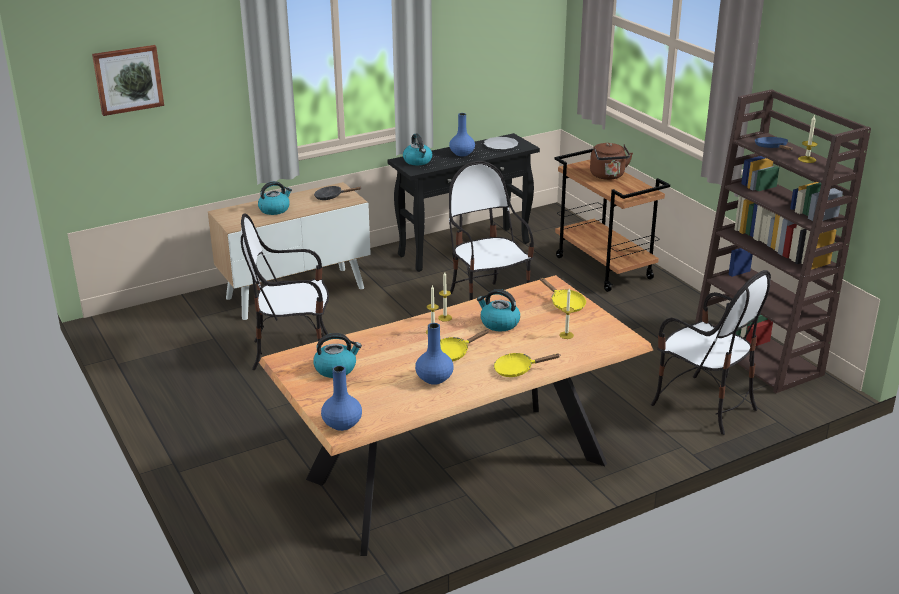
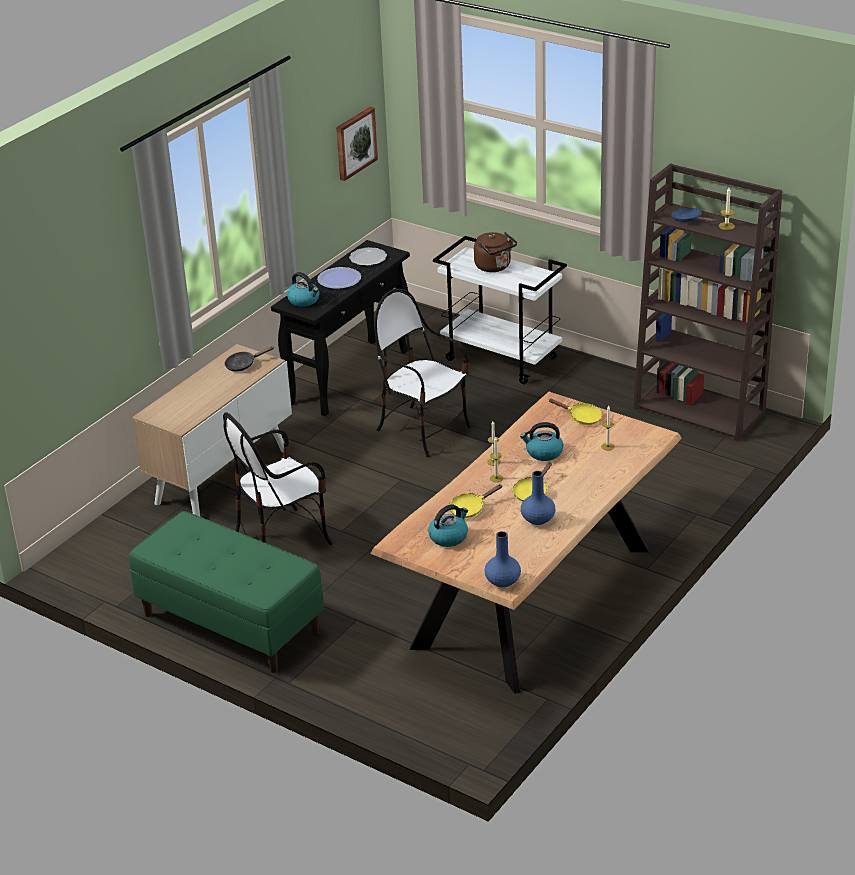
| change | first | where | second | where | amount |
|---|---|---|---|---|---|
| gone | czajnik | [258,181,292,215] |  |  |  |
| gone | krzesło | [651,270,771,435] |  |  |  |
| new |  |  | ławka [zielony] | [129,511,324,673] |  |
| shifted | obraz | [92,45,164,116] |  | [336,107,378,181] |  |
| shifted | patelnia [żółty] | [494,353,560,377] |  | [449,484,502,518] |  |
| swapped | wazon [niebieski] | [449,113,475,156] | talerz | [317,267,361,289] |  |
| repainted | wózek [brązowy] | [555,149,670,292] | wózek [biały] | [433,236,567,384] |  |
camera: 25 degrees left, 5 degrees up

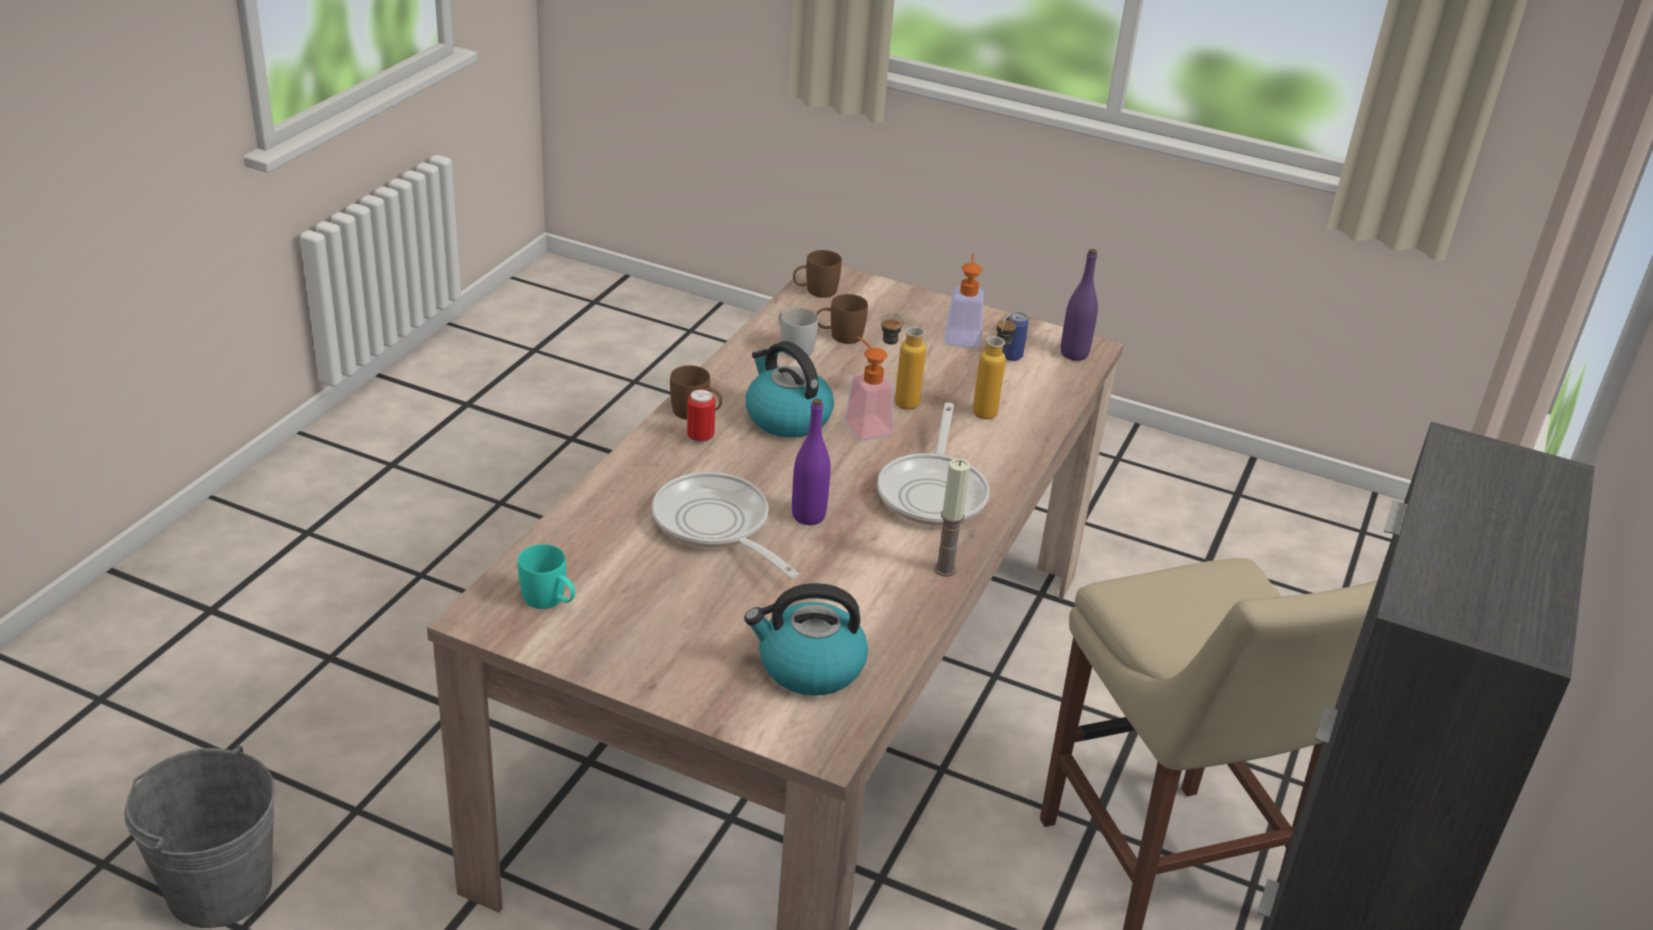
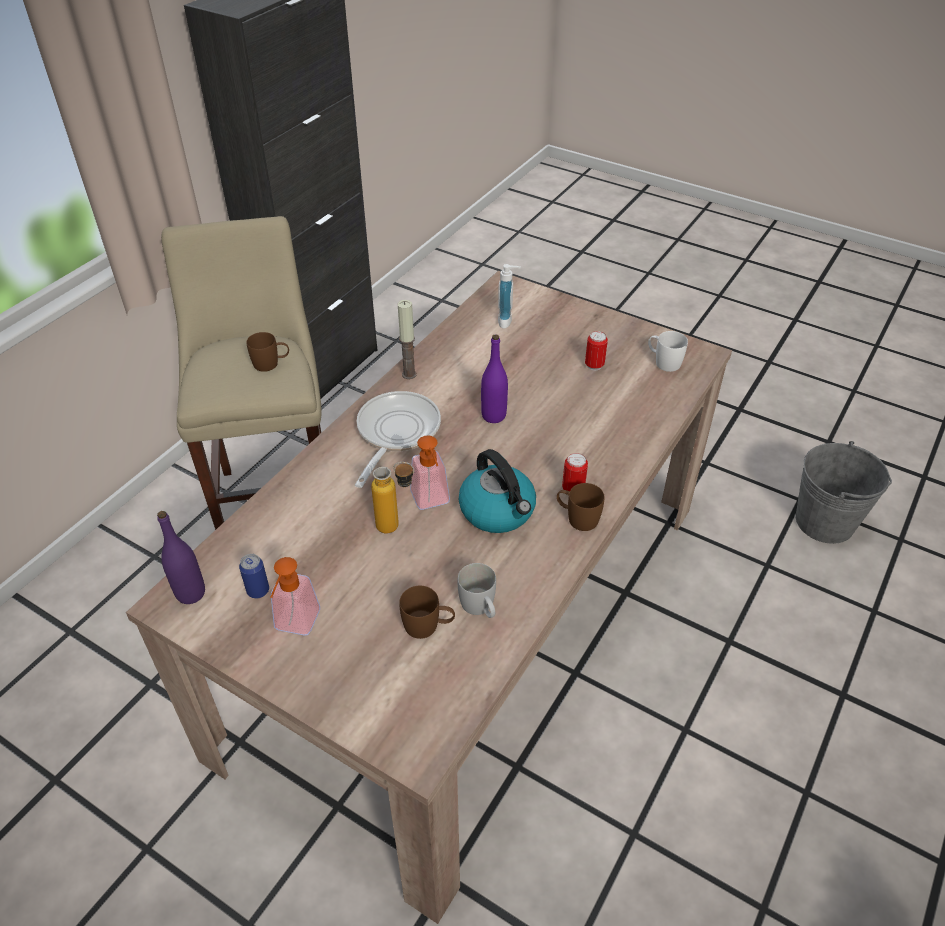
| change | first | where | second | where | amount |
|---|---|---|---|---|---|
| gone | patelnia | [652,472,799,579] |  |  |  |
| gone | butelka | [973,314,1016,419] |  |  |  |
| new |  |  | puszka | [585,331,608,371] |  |
| shifted | kubek [brązowy] | [793,250,842,298] |  | [246,332,289,372] |  |
| swapped | czajnik | [744,583,868,696] | dozownik mydła | [498,264,521,329] |  |
| repainted | kubek [turkusowy] | [518,544,575,609] | kubek [biały] | [648,331,688,372] |  |
camera: 170 degrees left, 10 degrees up

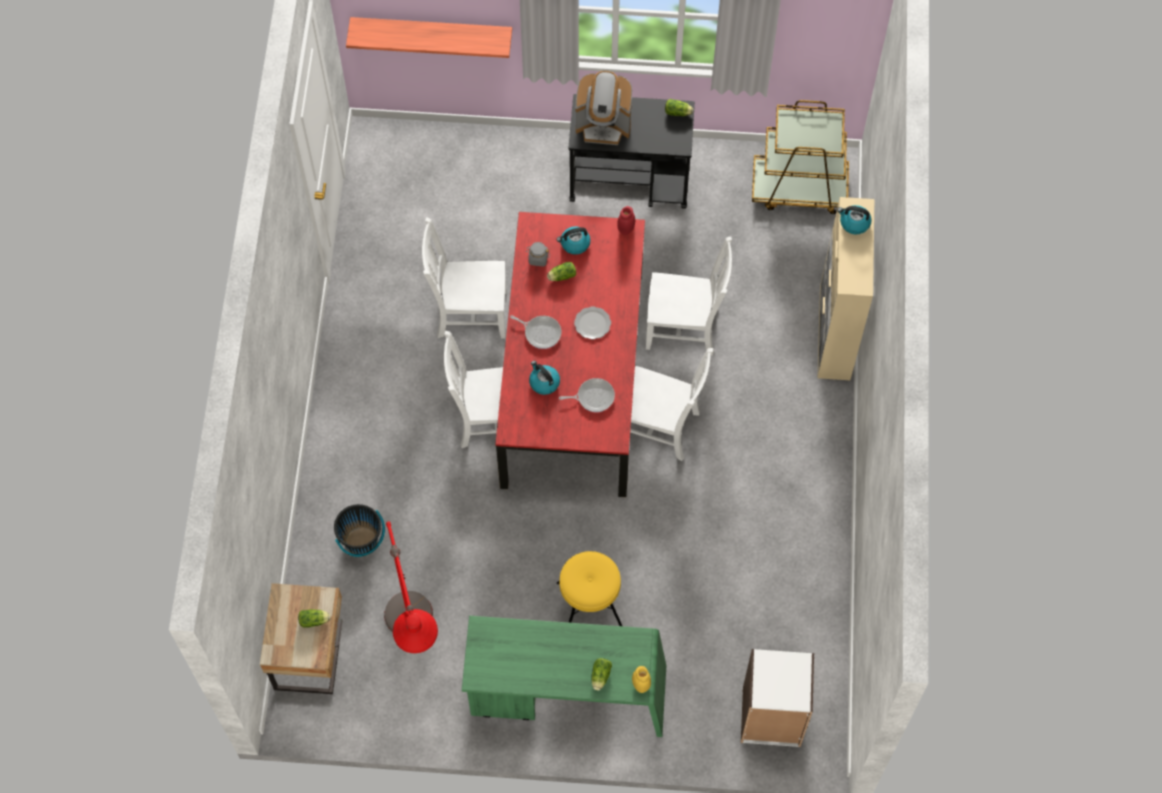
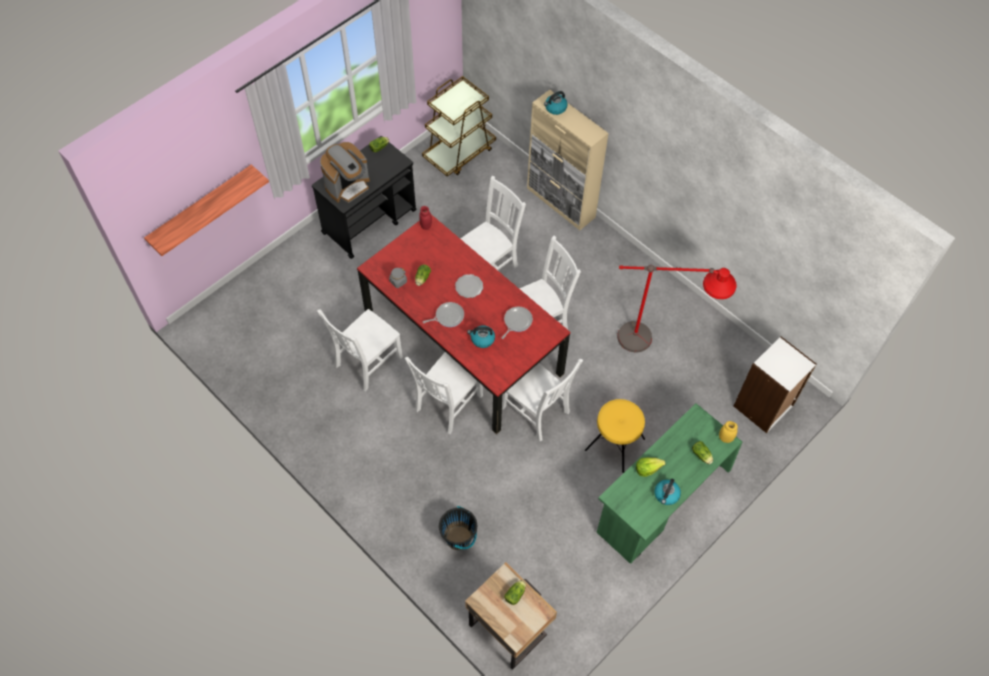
| change | first | where | second | where | amount |
|---|---|---|---|---|---|
| new |  |  | krzesło [biały] | [502,359,583,441] |  |
| new |  |  | sałata | [636,457,665,477] |  |
| shifted | lampa stojąca [czerwony] | [384,521,438,653] |  | [617,265,737,352] |  |
| shifted | czajnik | [557,226,591,255] |  | [654,478,681,505] |  |
camera: 50 degrees left, 5 degrees down

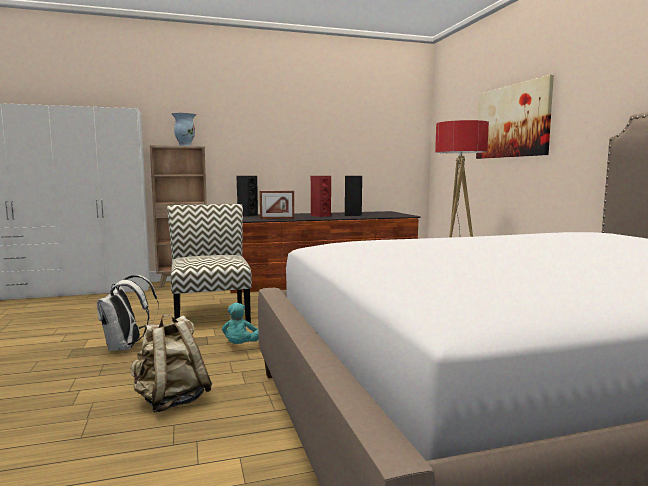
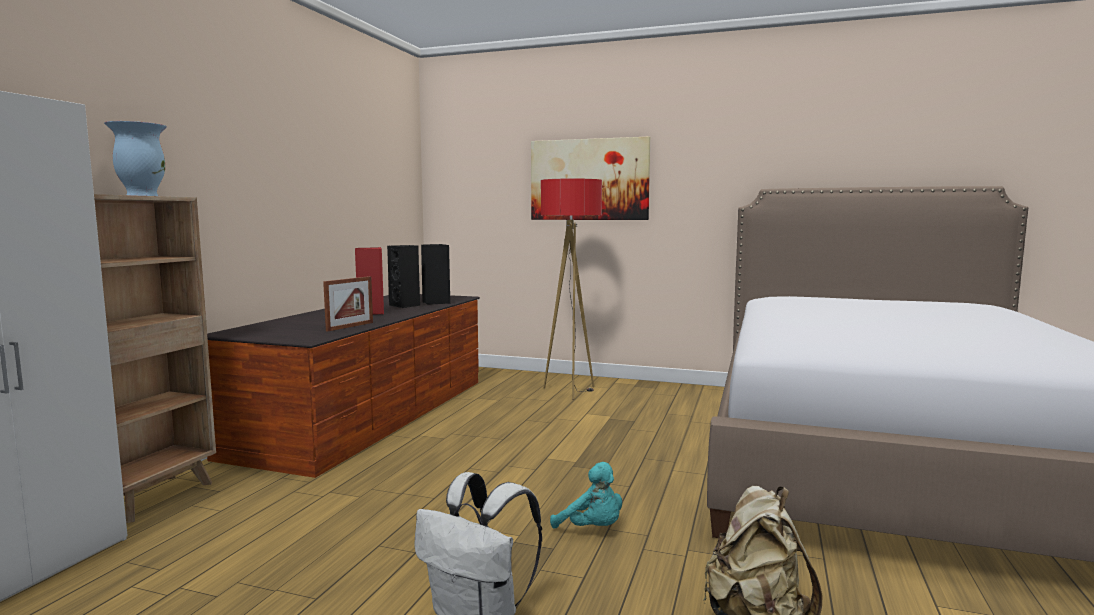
| change | first | where | second | where | amount |
|---|---|---|---|---|---|
| gone | krzesło | [167,204,252,323] |  |  |  |
| shifted | głośnik [czarny] | [236,176,258,217] |  | [421,244,450,305] |  |
camera: 55 degrees left, 0 degrees up

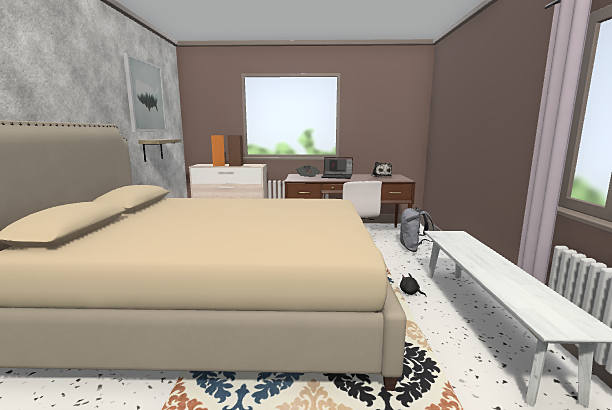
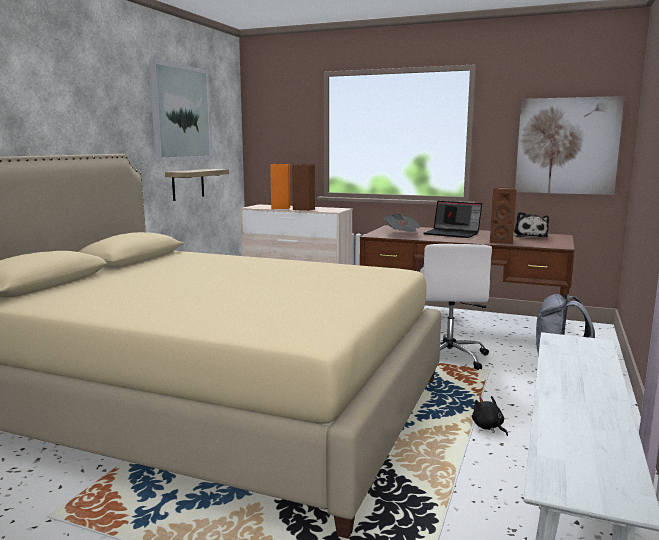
| change | first | where | second | where | amount |
|---|---|---|---|---|---|
| new |  |  | głośnik [brązowy] | [489,187,517,244] |  |
| new |  |  | obraz | [515,96,625,195] |  |
camera: 20 degrees right, 0 degrees up

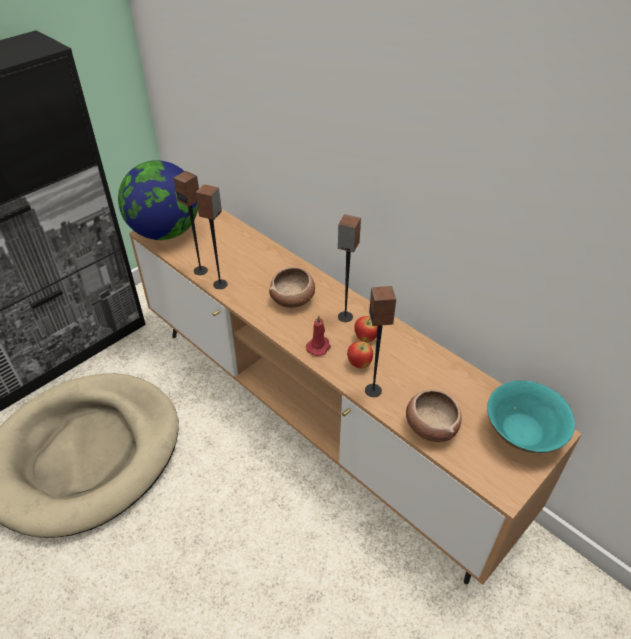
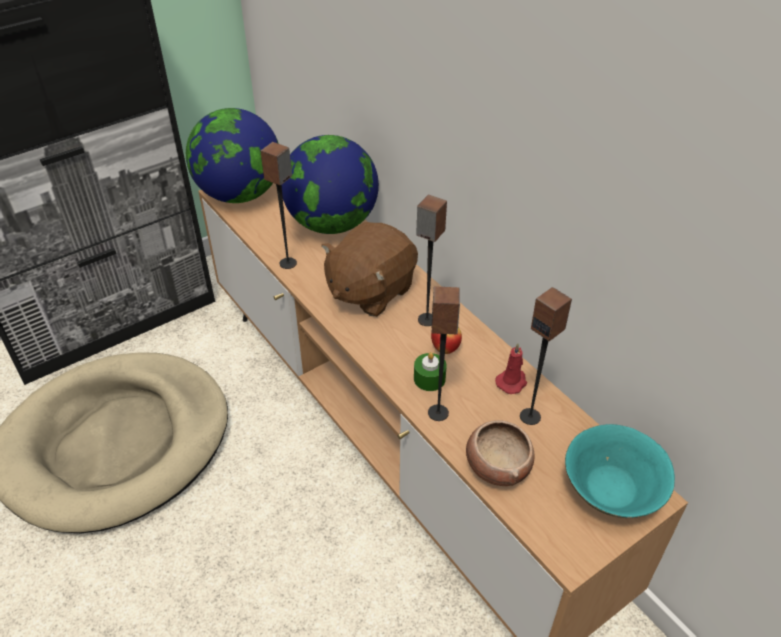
| change | first | where | second | where | amount |
|---|---|---|---|---|---|
| new |  |  | globus | [282,135,379,234] |  |
| shifted | głośnik | [173,171,208,275] |  | [520,287,572,425] |  |
| shifted | świeca [czerwony] | [306,315,331,356] |  | [495,343,527,394] |  |
| swapped | miska | [269,267,315,308] | pluszak [brązowy] | [321,222,418,317] |  |
| swapped | jabłko | [347,341,373,368] | świeca [zielony] | [414,352,447,391] |  |
camera: 10 degrees right, 0 degrees up

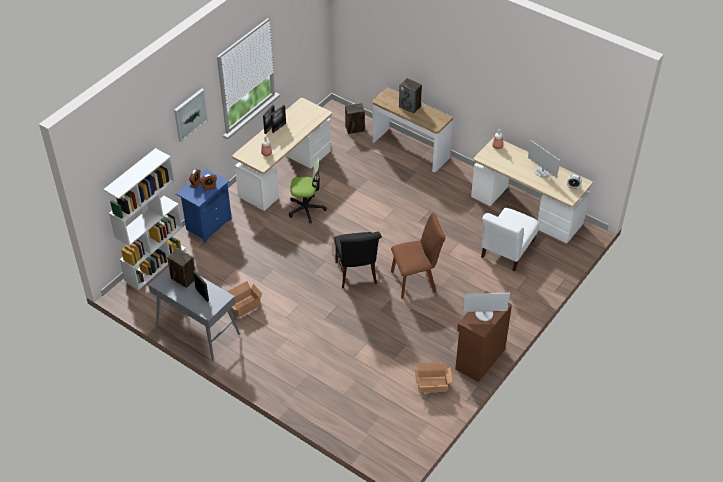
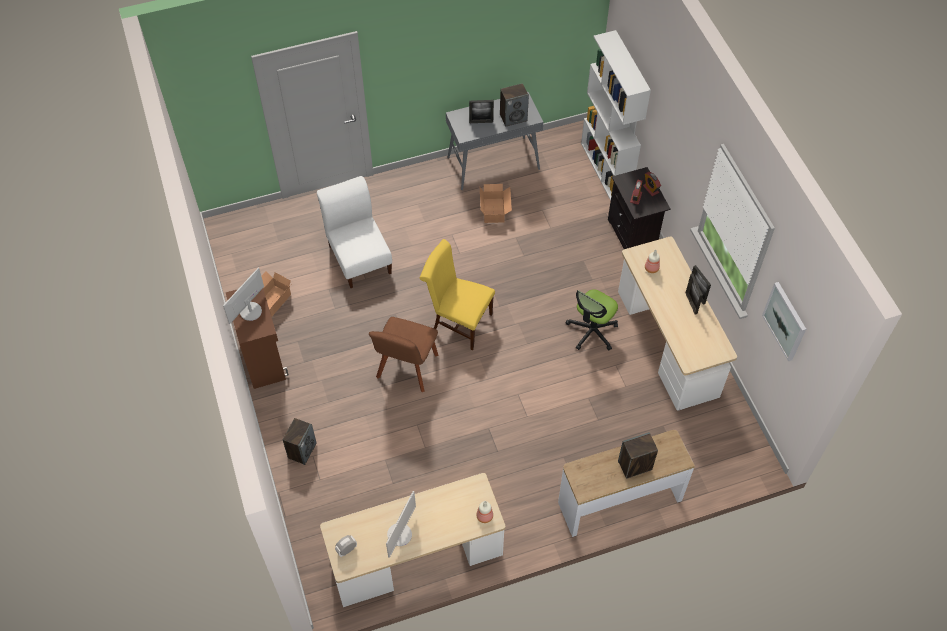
| change | first | where | second | where | amount |
|---|---|---|---|---|---|
| shifted | obraz | [174,89,208,142] |  | [762,282,806,361] |  |
| shifted | głośnik | [345,103,365,134] |  | [282,418,316,465] |  |
| shifted | krzesło [biały] | [481,208,539,272] |  | [317,176,392,288] |  |
| repainted | szafka nocna [niebieski] | [176,168,232,243] | szafka nocna [czarny] | [608,167,671,249] |  |
| repainted | krzesło [czarny] | [334,232,382,288] | krzesło [żółty] | [420,239,495,350] |  |
| rotated | monitor | [528,140,560,178] |  | [386,491,416,558] | 120 degrees clockwise |
camera: 125 degrees right, 10 degrees up

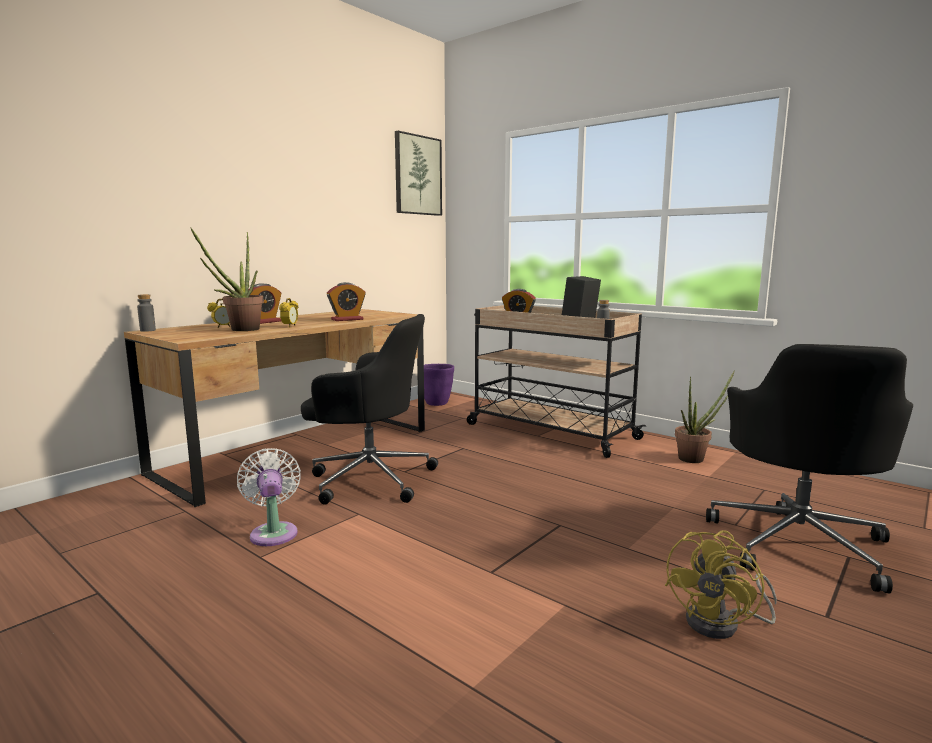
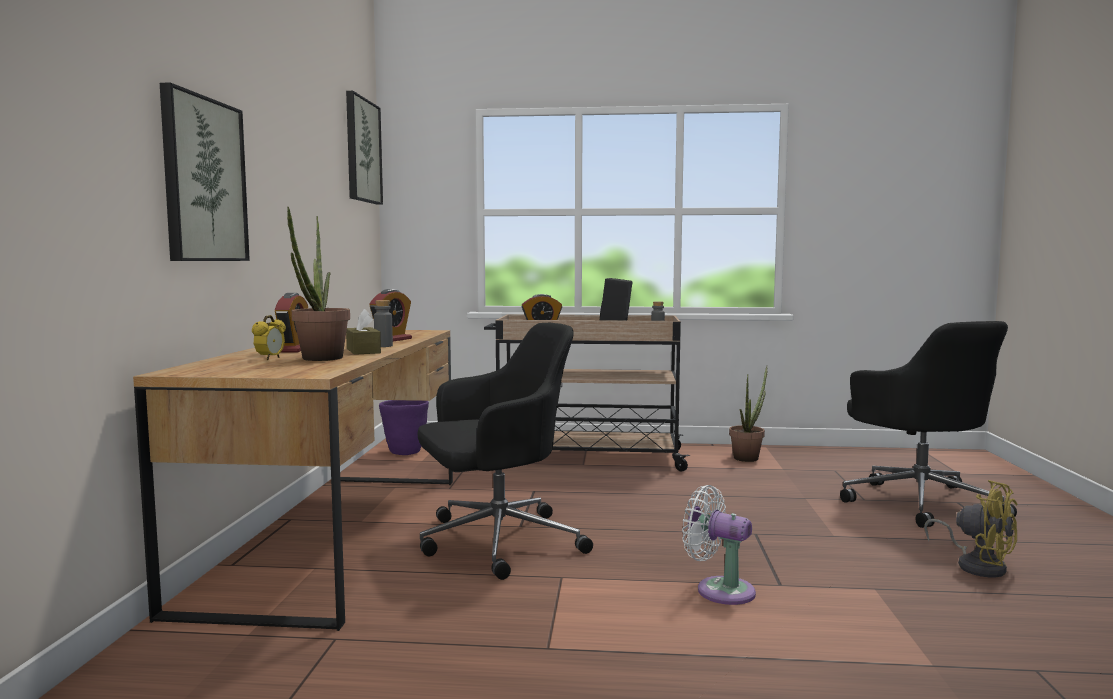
| change | first | where | second | where | amount |
|---|---|---|---|---|---|
| new |  |  | obraz | [160,82,250,261] |  |
| shifted | butelka [szary] | [137,294,156,332] |  | [374,300,393,347] |  |
| shifted | wentylator [biały] | [237,448,301,546] |  | [682,485,756,605] |  |
| swapped | budzik | [279,298,298,327] | pudełko chusteczek [brązowy] | [346,309,381,355] |  |
| rotated | wentylator [żółty] | [665,530,777,639] |  | [924,480,1018,577] | 45 degrees counterclockwise |
camera: 35 degrees left, 5 degrees down

